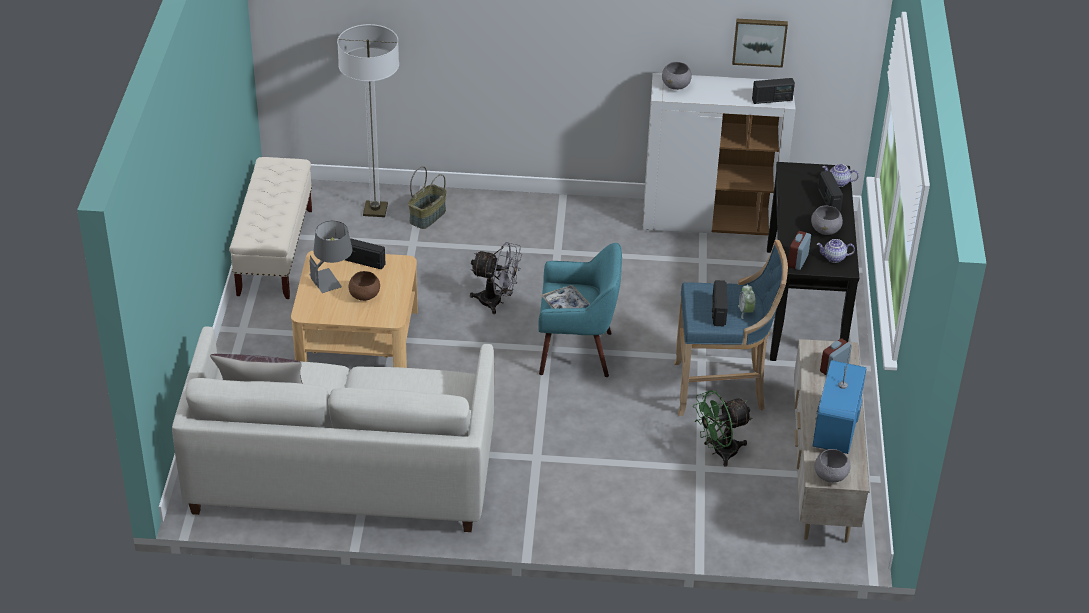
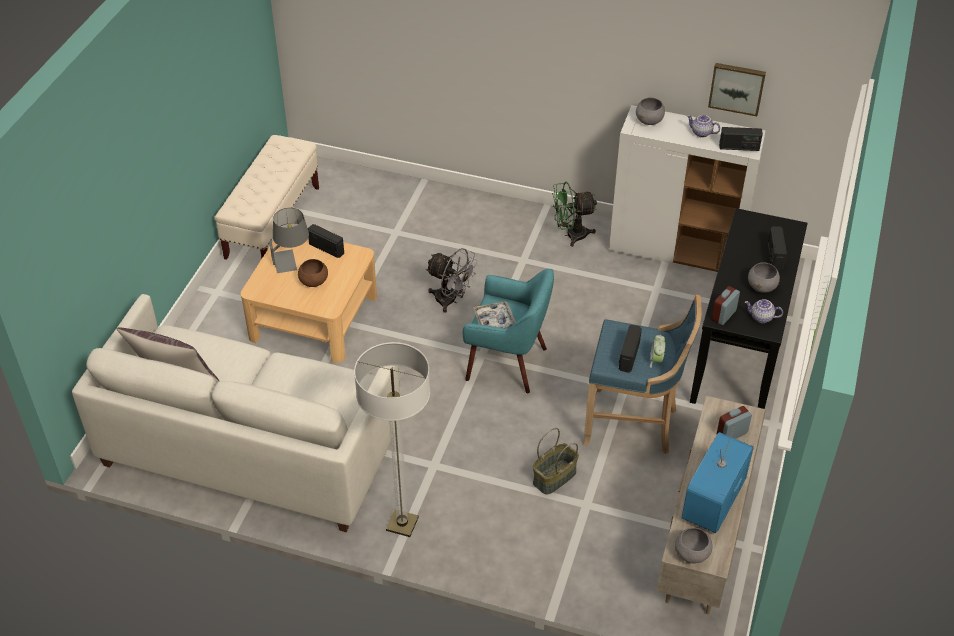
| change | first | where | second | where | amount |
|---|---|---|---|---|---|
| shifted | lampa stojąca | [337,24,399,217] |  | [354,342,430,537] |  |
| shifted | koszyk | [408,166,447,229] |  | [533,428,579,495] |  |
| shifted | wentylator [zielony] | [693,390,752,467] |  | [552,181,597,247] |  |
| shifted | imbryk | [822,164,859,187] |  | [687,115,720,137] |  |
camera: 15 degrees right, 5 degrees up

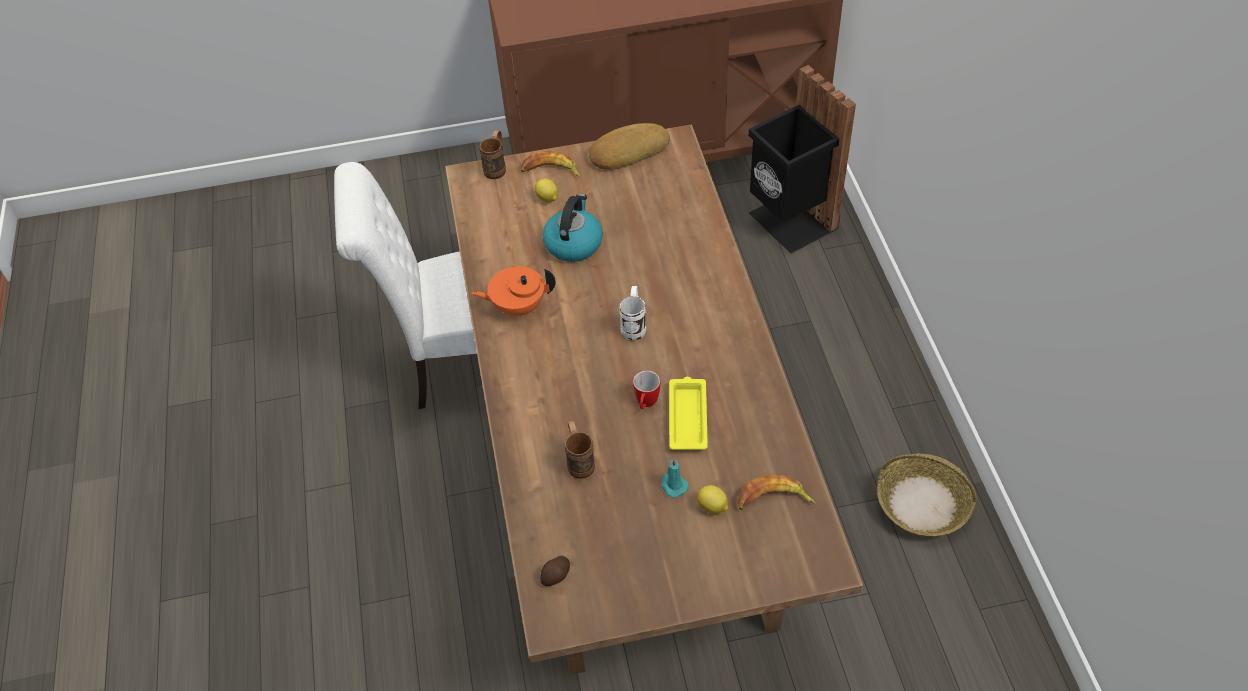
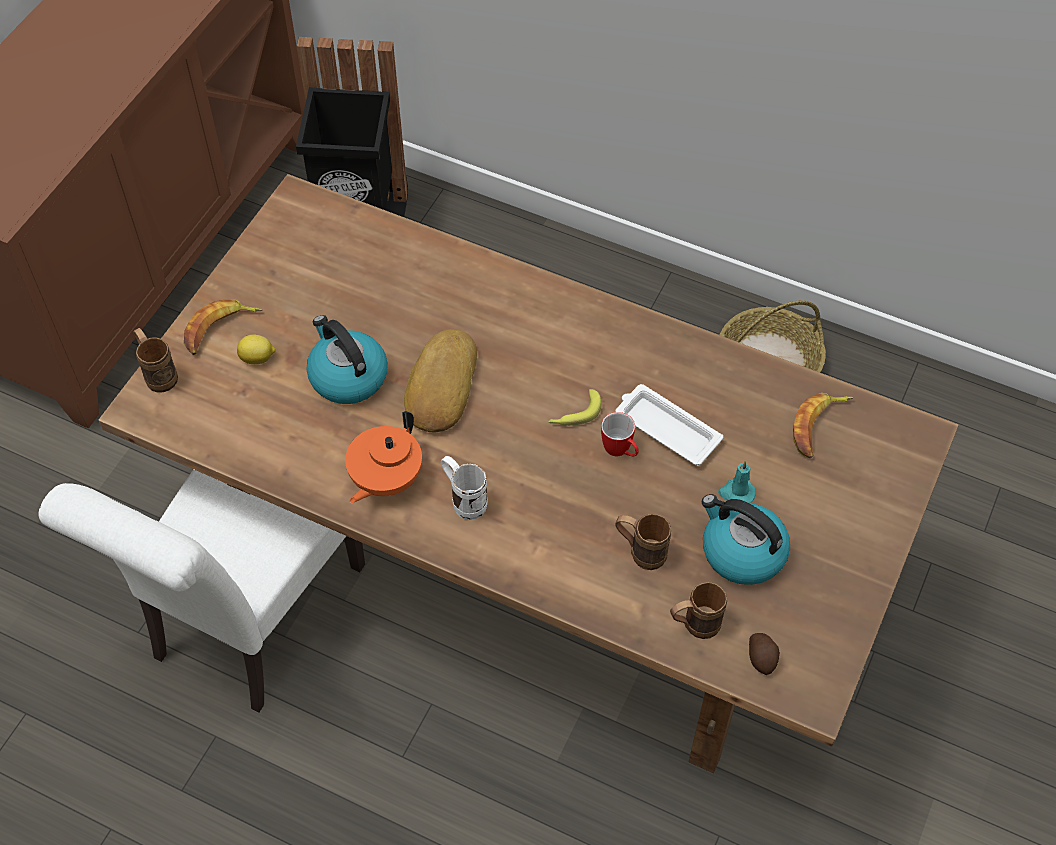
| change | first | where | second | where | amount |
|---|---|---|---|---|---|
| gone | cytryna | [697,485,728,514] |  |  |  |
| new |  |  | banan | [548,389,601,426] |  |
| new |  |  | kubek [brązowy] | [670,582,727,639] |  |
| new |  |  | czajnik | [702,494,790,585] |  |
| shifted | chleb | [589,123,670,170] |  | [404,329,477,432] |  |
| shifted | kubek [biały] | [620,286,646,340] |  | [440,456,488,520] |  |
| repainted | taca [żółty] | [669,377,708,450] | taca [biały] | [616,384,723,466] |  |
camera: 55 degrees left, 5 degrees up

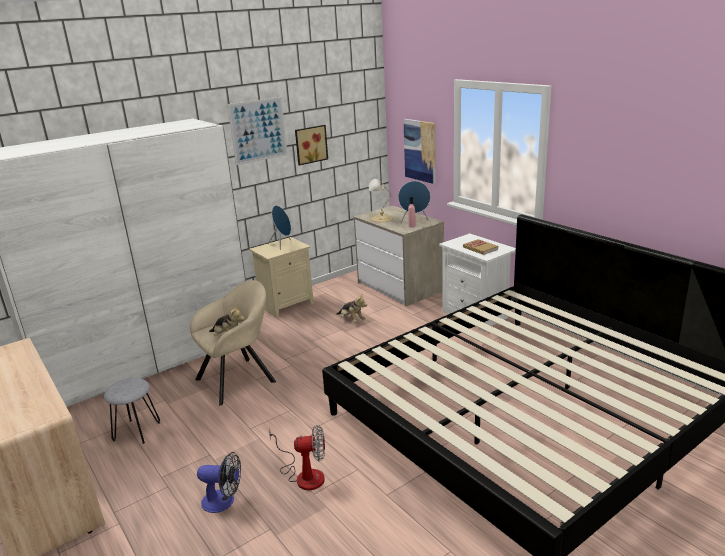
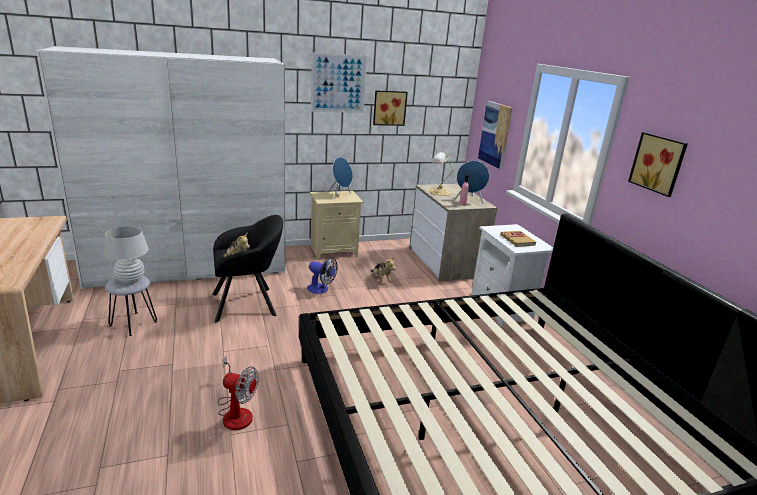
| change | first | where | second | where | amount |
|---|---|---|---|---|---|
| new |  |  | lampa stołowa [biały] | [104,226,149,284] |  |
| new |  |  | obraz | [628,132,688,197] |  |
| shifted | wentylator | [197,452,241,513] |  | [307,257,338,294] |  |
| repainted | fotel [beżowy] | [190,280,276,405] | fotel [czarny] | [213,215,283,323] |  |
camera: 15 degrees right, 0 degrees up

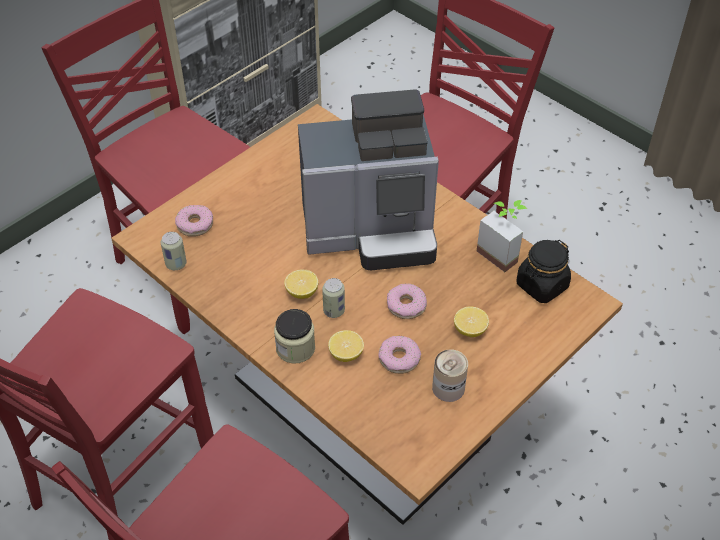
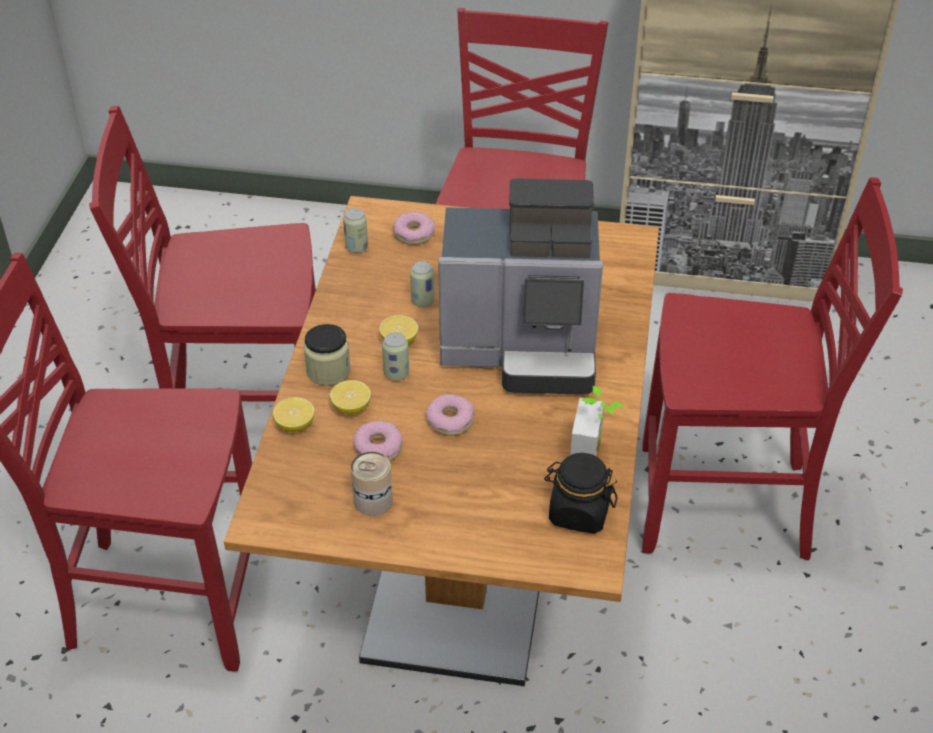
| change | first | where | second | where | amount |
|---|---|---|---|---|---|
| new |  |  | puszka | [410,261,435,307] |  |
| shifted | cytryna | [454,306,489,337] |  | [273,397,314,432] |  |
| rotated | ekspres do kawy | [298,89,439,270] |  | [438,178,603,395] | 45 degrees counterclockwise |
camera: 55 degrees right, 5 degrees down

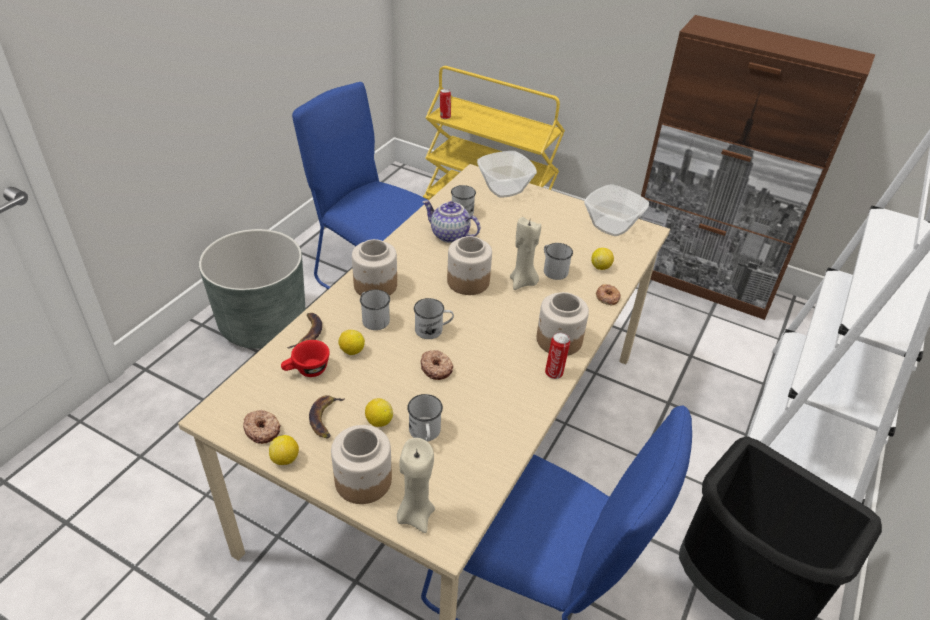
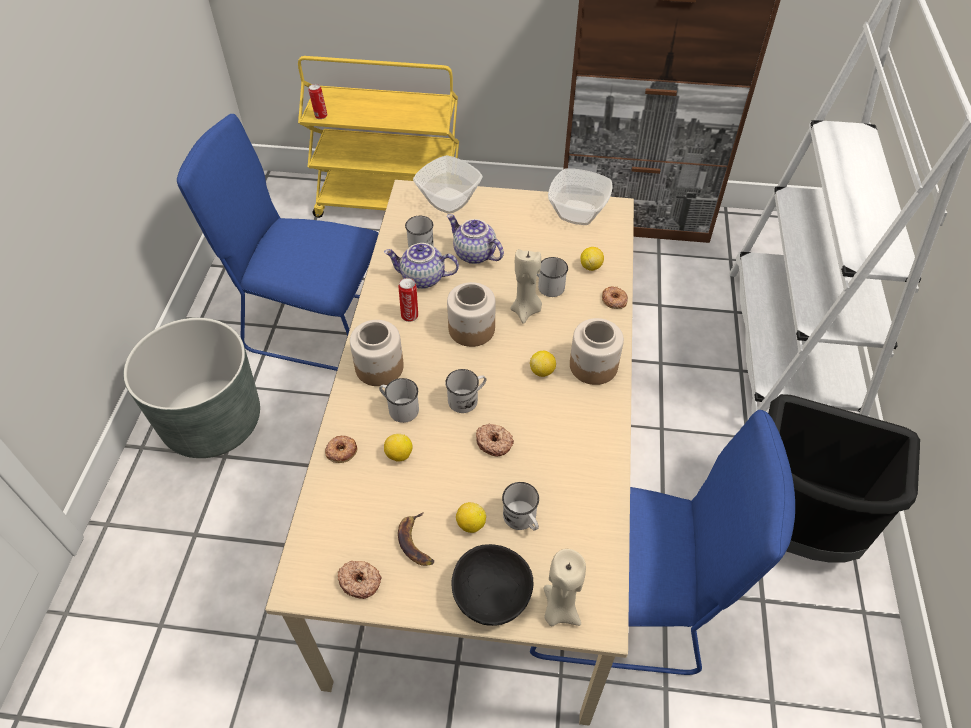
| change | first | where | second | where | amount |
|---|---|---|---|---|---|
| gone | filiżanka [czerwony] | [281,340,330,377] |  |  |  |
| new |  |  | imbryk | [447,214,504,264] |  |
| shifted | cytryna | [269,435,299,465] |  | [530,351,556,377] |  |
| shifted | puszka | [545,333,570,379] |  | [399,278,418,322] |  |
| swapped | banan | [287,313,322,348] | donut | [325,436,357,463] |  |
| swapped | słoik | [331,425,392,504] | miska [czarny] | [452,544,533,626] |  |
camera: 20 degrees left, 10 degrees up

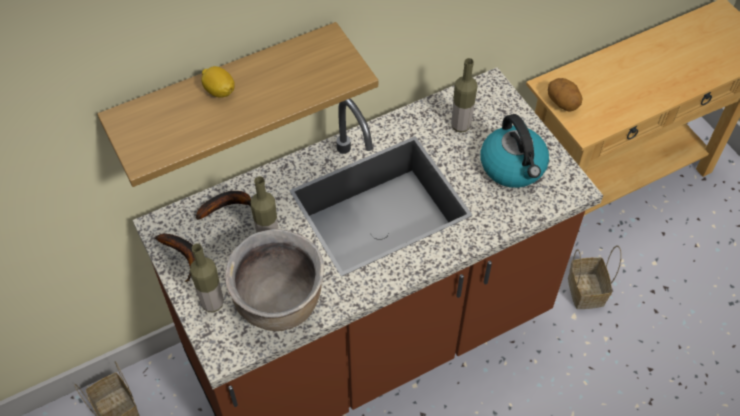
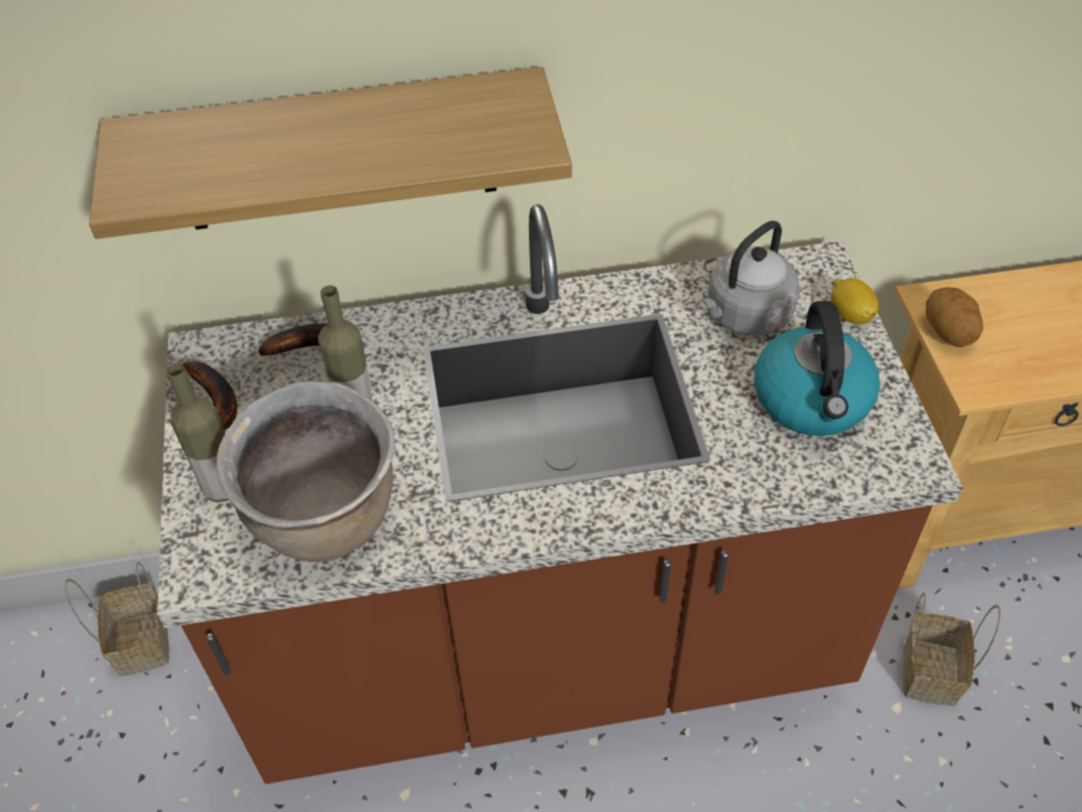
| change | first | where | second | where | amount |
|---|---|---|---|---|---|
| shifted | cytryna | [201,66,235,98] |  | [831,278,879,324] |  |
| swapped | butelka | [451,58,478,133] | czajnik [szary] | [700,221,800,335] |  |
camera: 20 degrees right, 5 degrees down

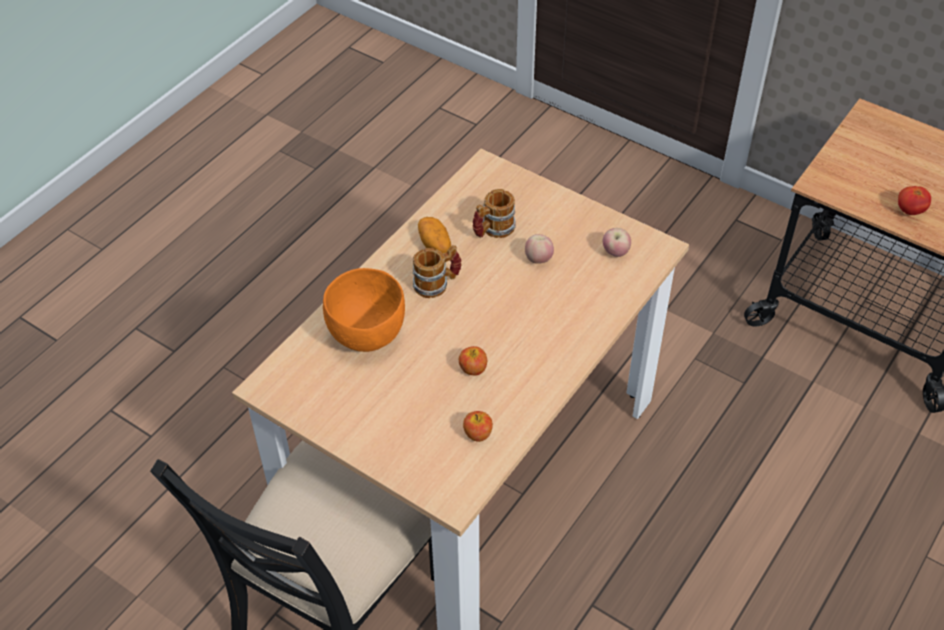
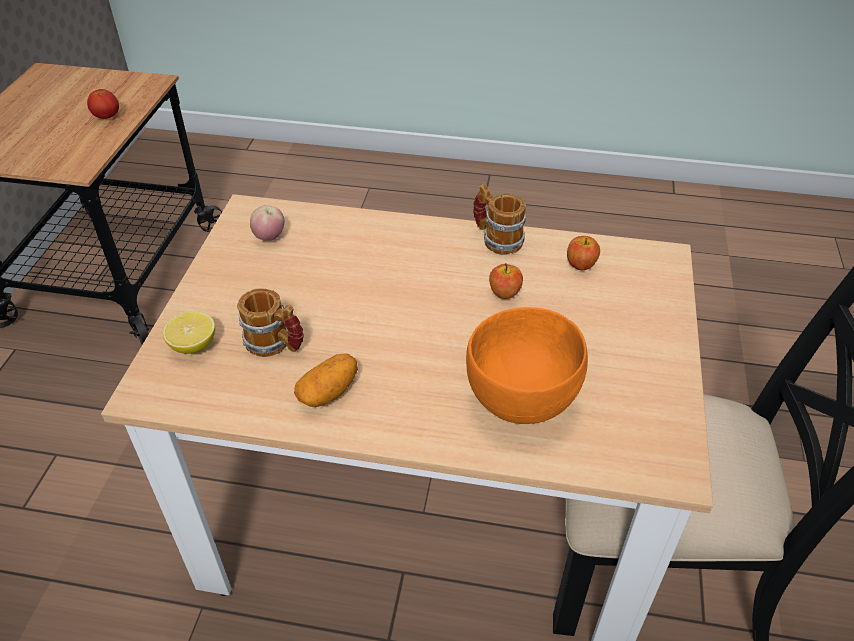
| change | first | where | second | where | amount |
|---|---|---|---|---|---|
| gone | jabłko | [525,234,554,264] |  |  |  |
| new |  |  | cytryna | [163,311,215,354] |  |
| shifted | kubek | [413,245,462,298] |  | [473,183,526,255] |  |
camera: 115 degrees left, 5 degrees down

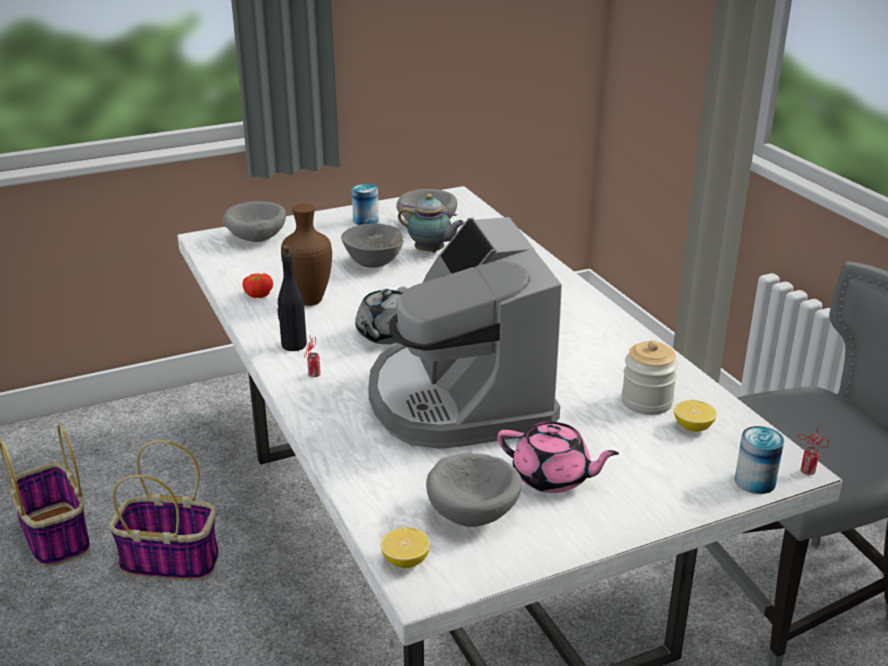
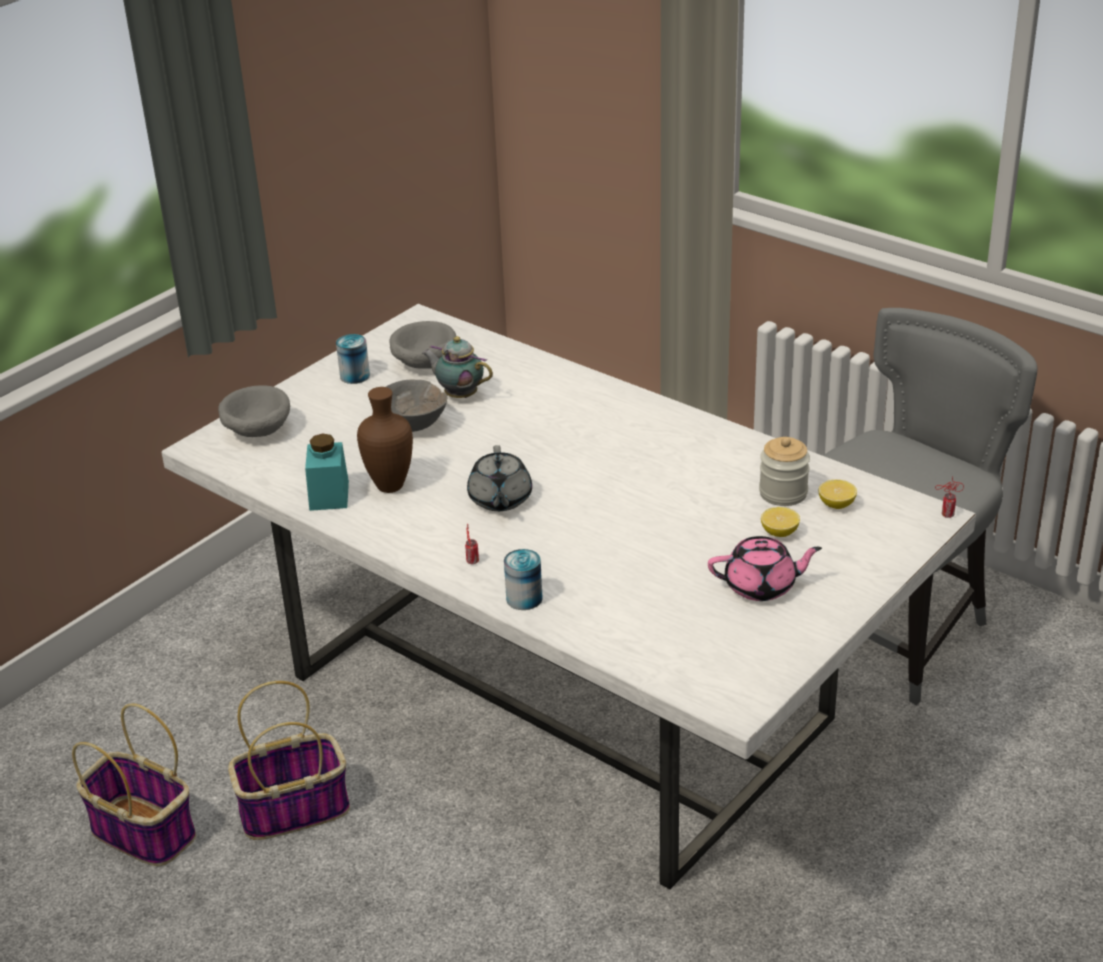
| change | first | where | second | where | amount |
|---|---|---|---|---|---|
| gone | butelka [czarny] | [277,245,307,351] |  |  |  |
| gone | ekspres do kawy | [368,217,562,449] |  |  |  |
| gone | miska [szary] | [426,453,522,527] |  |  |  |
| shifted | cytryna | [381,527,430,568] |  | [761,507,800,537] |  |
| shifted | puszka | [735,426,784,494] |  | [504,549,543,610] |  |
| swapped | pomidor | [243,273,273,298] | słoik [turkusowy] | [305,433,349,511] |  |
| rotated | imbryk | [398,194,464,253] |  | [423,336,493,398] | 150 degrees counterclockwise |
camera: 25 degrees left, 5 degrees up

